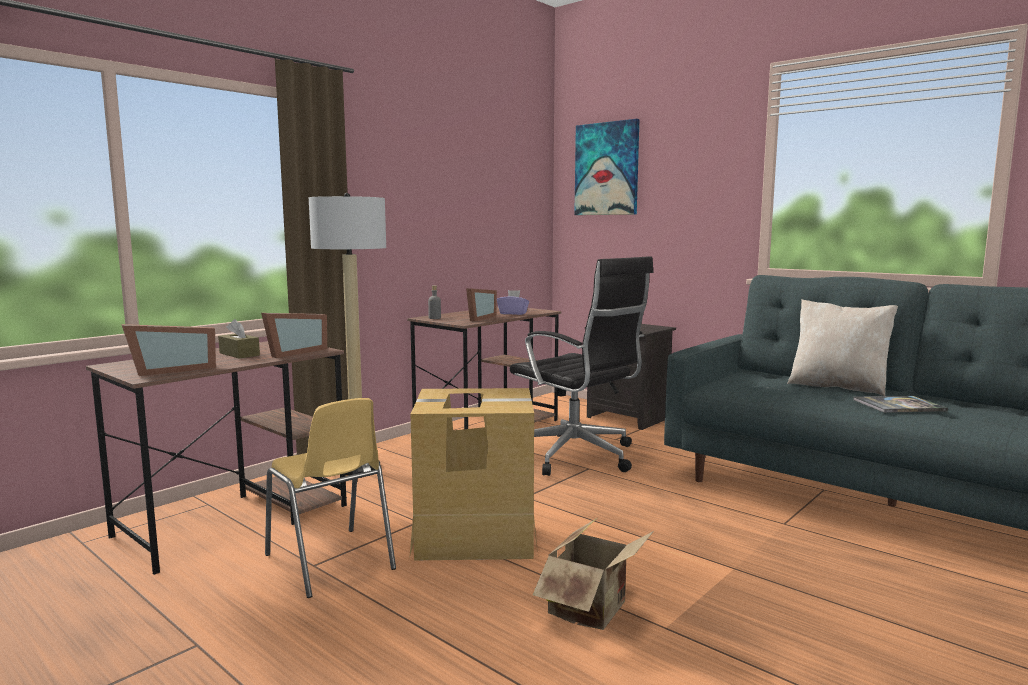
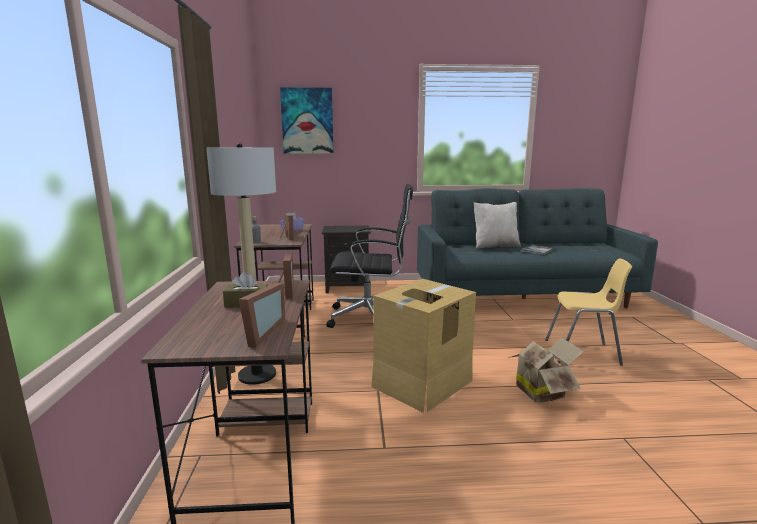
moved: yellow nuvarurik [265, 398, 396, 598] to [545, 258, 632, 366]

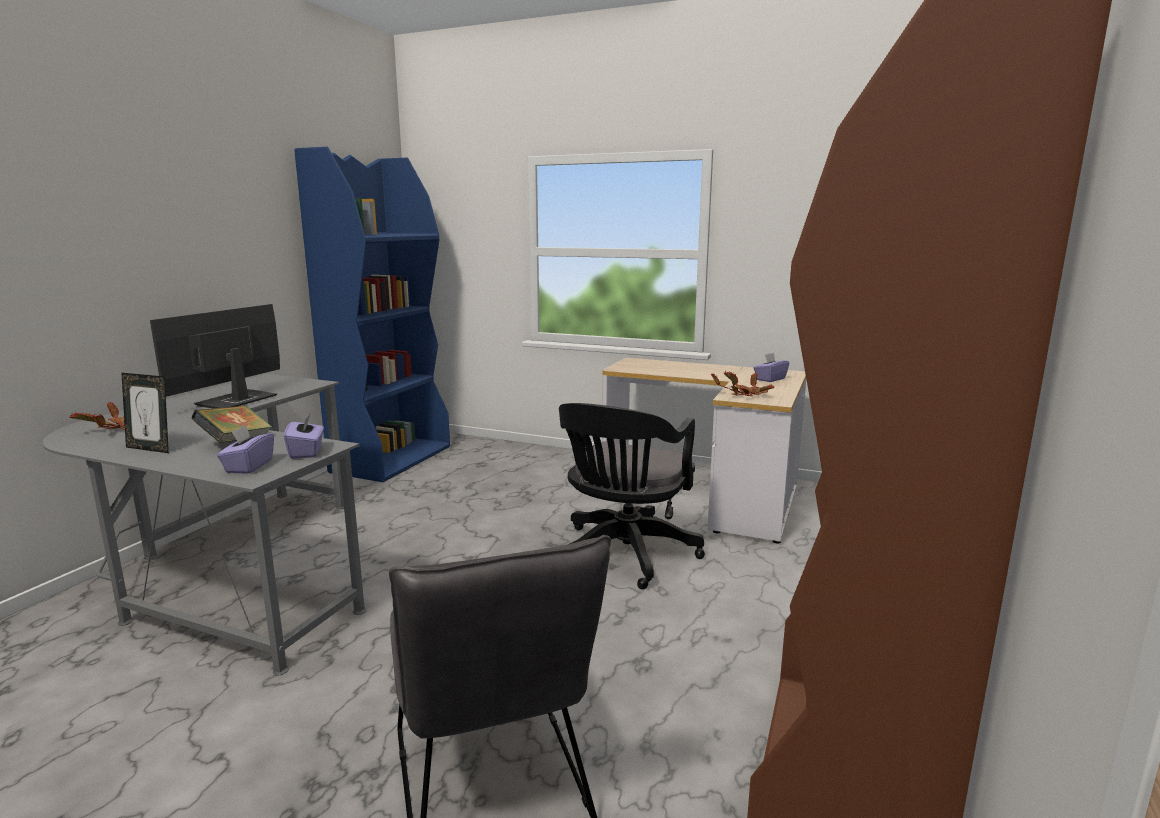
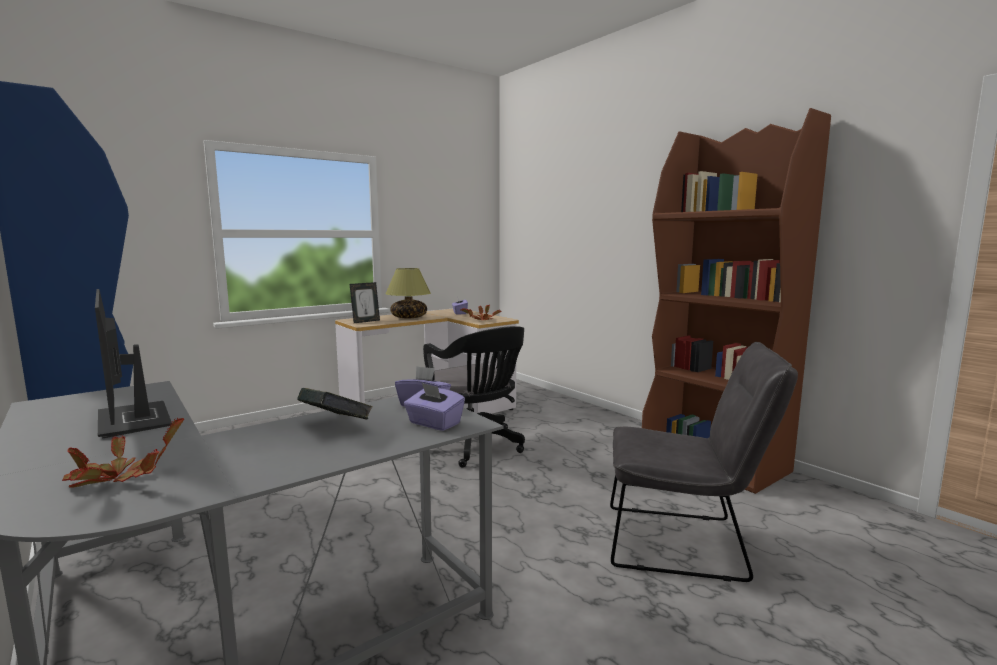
added: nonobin [385, 268, 431, 319]
moved: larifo [121, 373, 169, 453] to [350, 282, 380, 323]

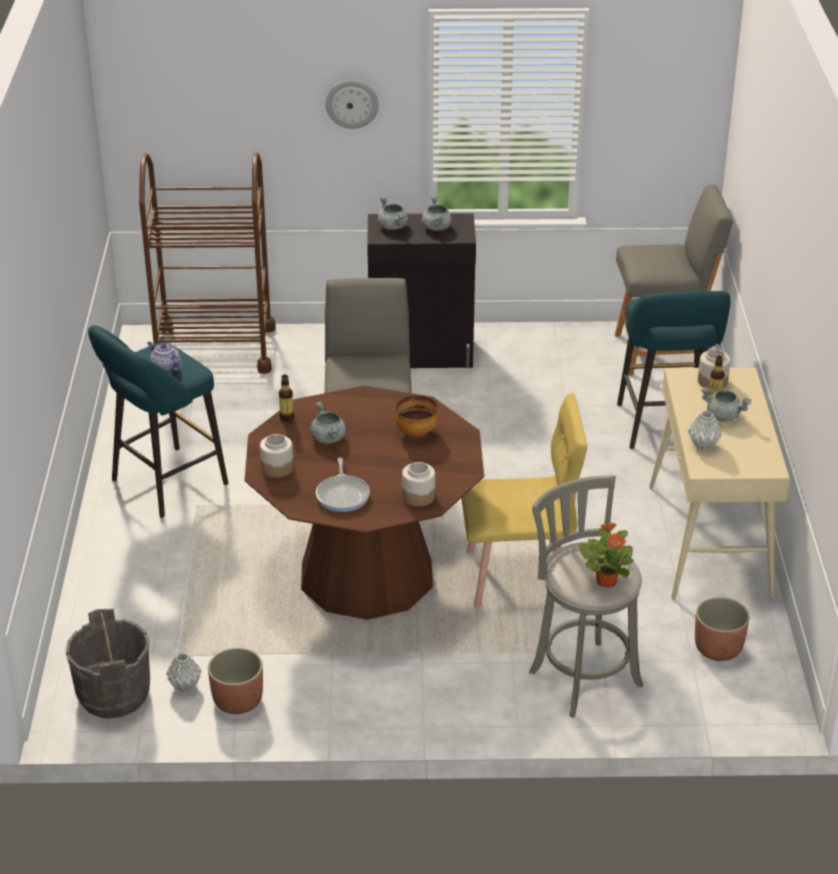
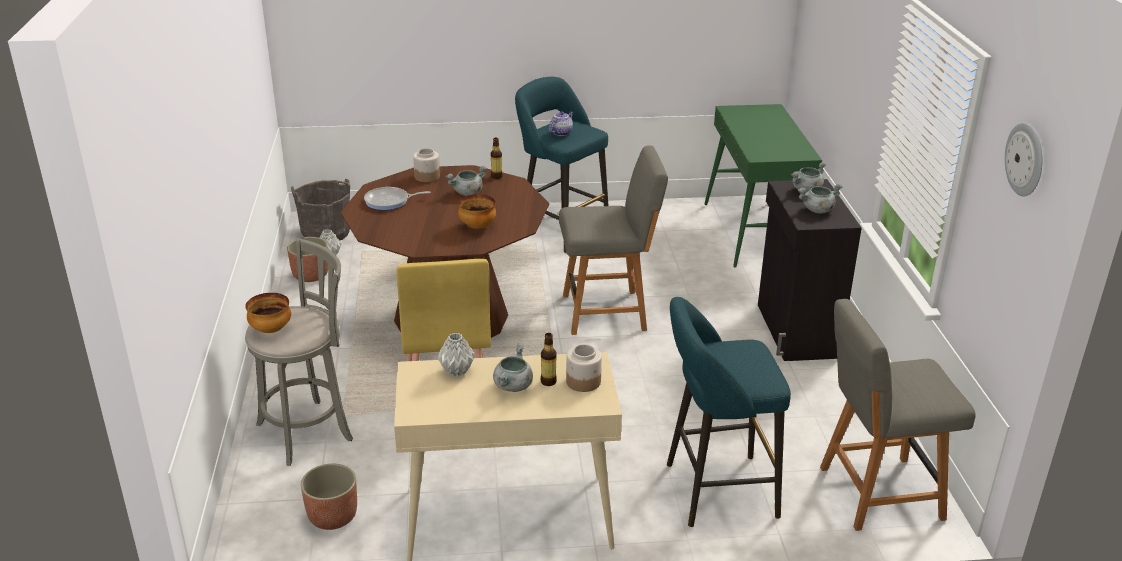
removed: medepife [402, 462, 435, 507]
moved: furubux [326, 80, 379, 129] to [1005, 123, 1043, 196]
replaced: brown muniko [139, 153, 276, 374] to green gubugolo [705, 104, 822, 267]; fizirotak [579, 522, 634, 588] to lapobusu [245, 293, 291, 333]
turned: grey nuvarurik [615, 184, 733, 376] = [820, 299, 976, 531] 90 degrees clockwise

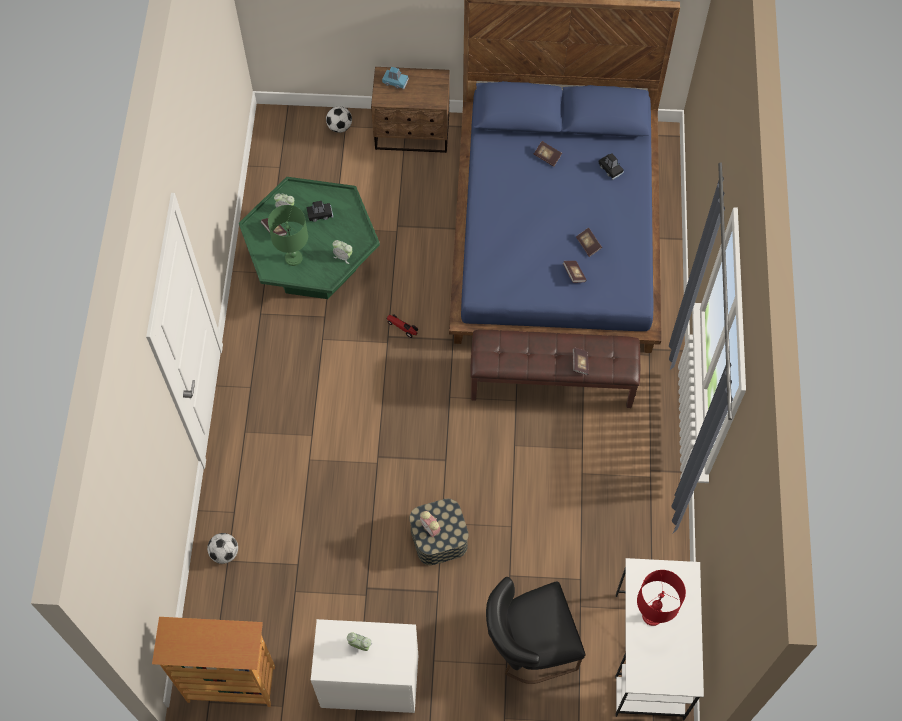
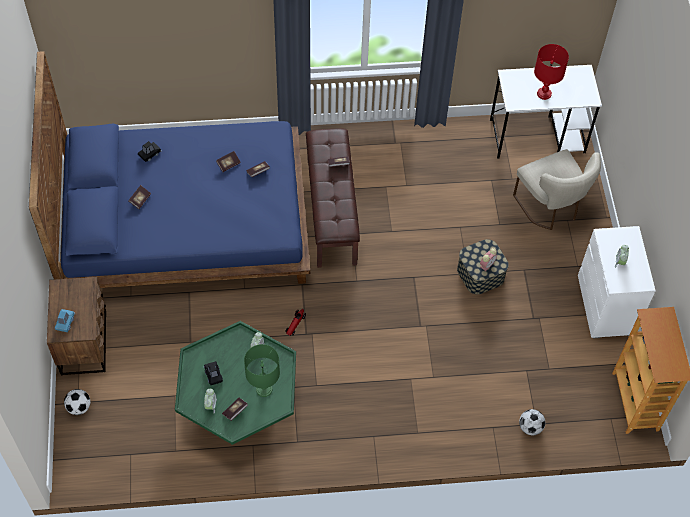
recoloured: black nuvarurik [486, 577, 585, 684] to beige nuvarurik [513, 149, 601, 230]

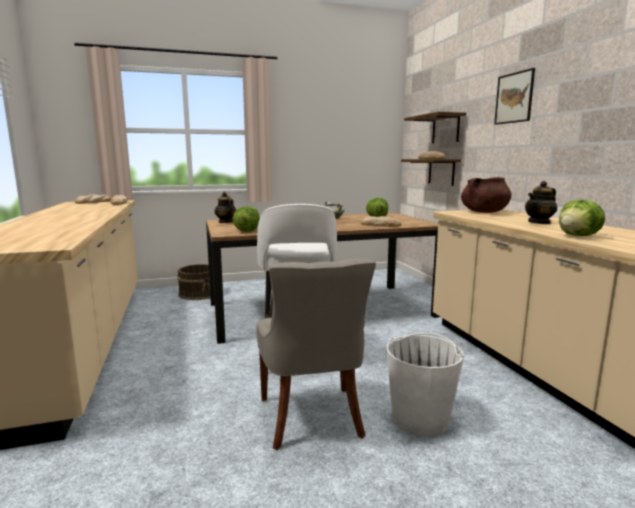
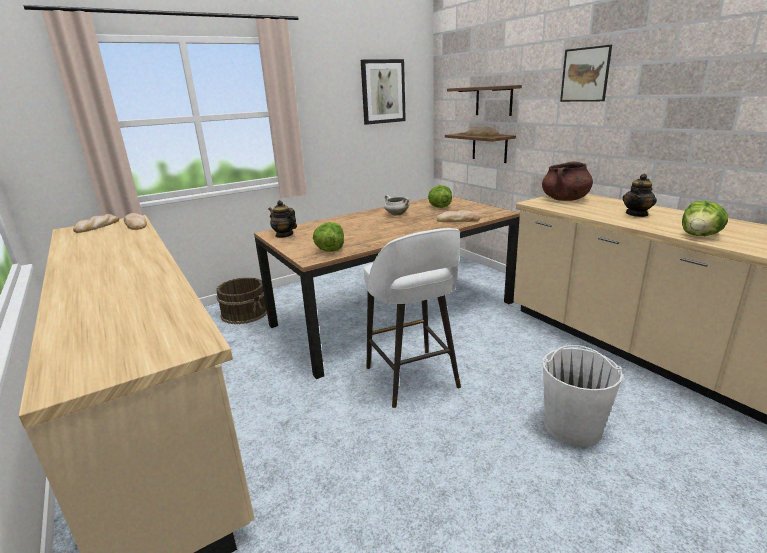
removed: grey nuvarurik [256, 259, 376, 450]
added: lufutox [361, 59, 406, 125]

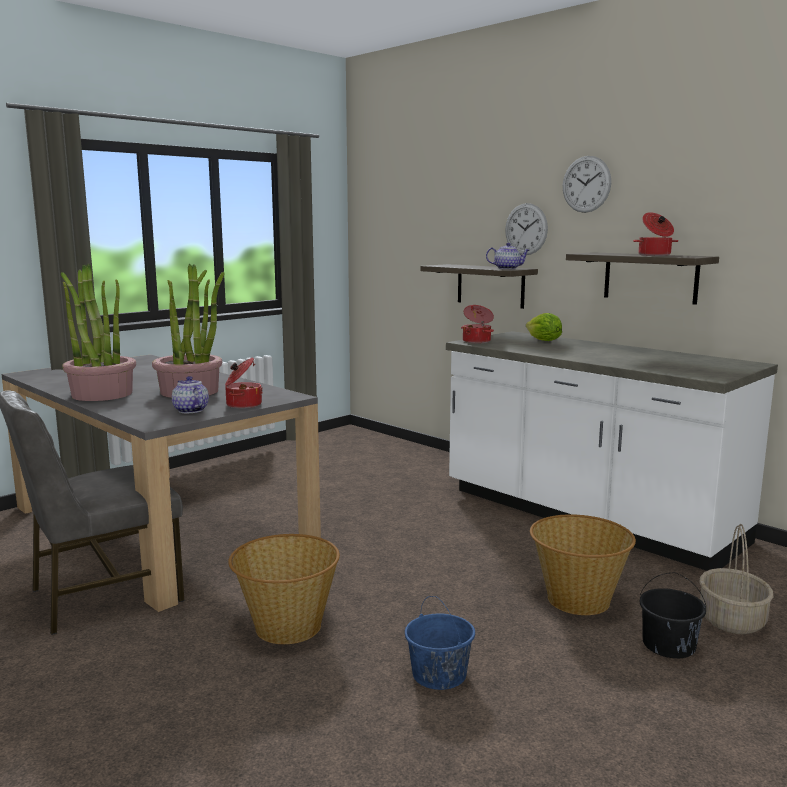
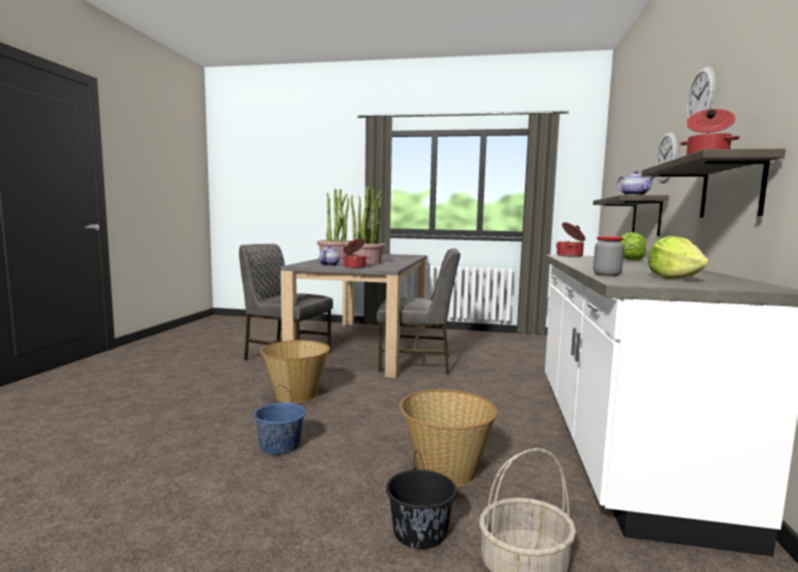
added: grey nuvarurik [377, 248, 460, 375]; medepife [593, 236, 624, 276]; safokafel [648, 236, 709, 279]

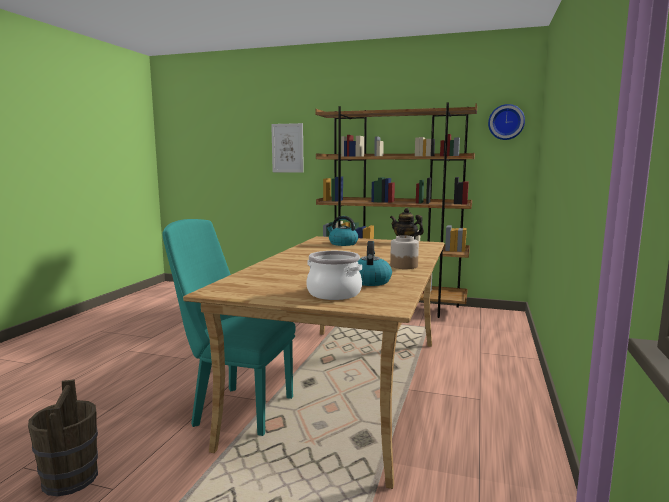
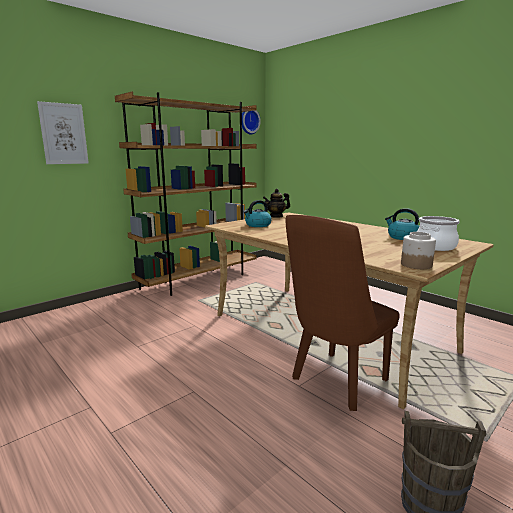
moved: medepife [390, 235, 419, 269] to [401, 232, 436, 269]
recoloured: turquoise nuvarurik [162, 219, 296, 436] to brown nuvarurik [285, 215, 400, 411]

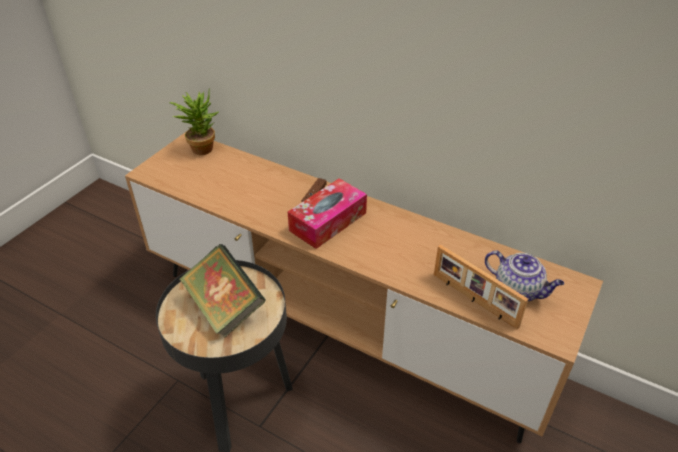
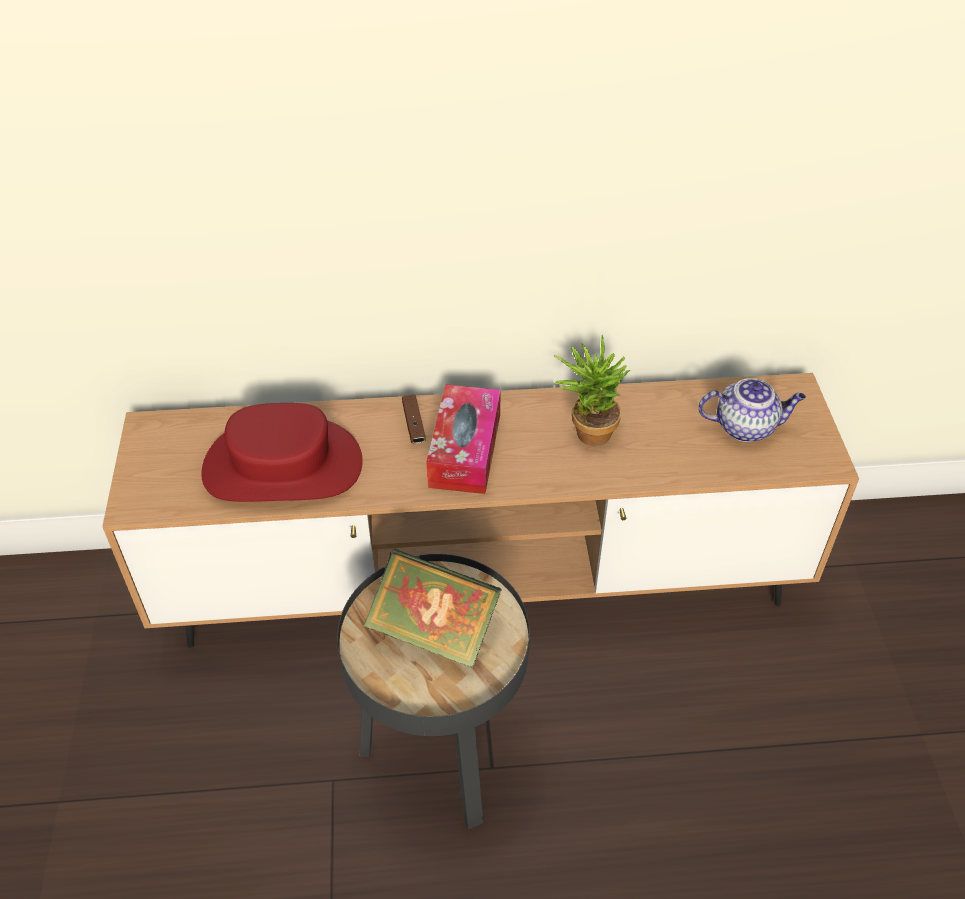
removed: larifo [434, 245, 528, 329]
added: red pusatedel [201, 403, 363, 502]
moved: fizirotak [169, 89, 218, 155] to [554, 335, 630, 446]

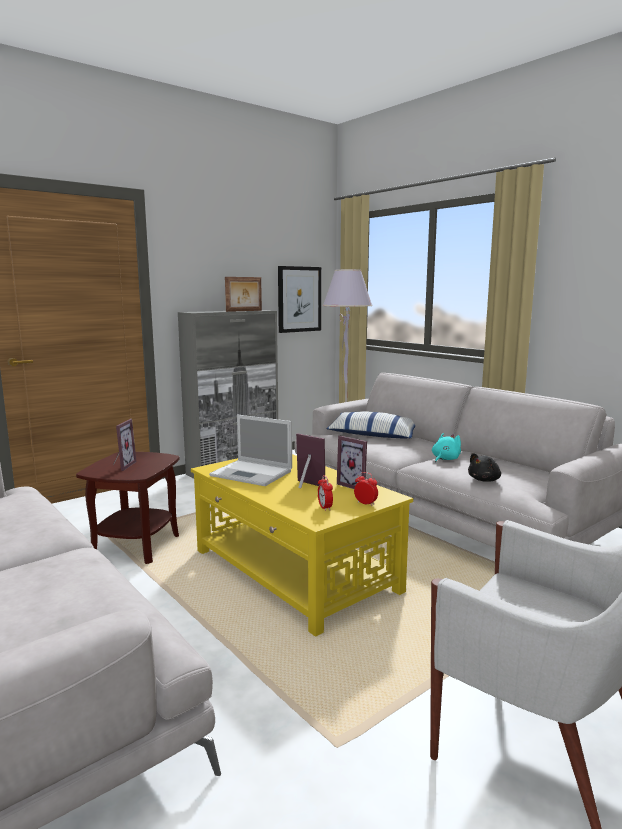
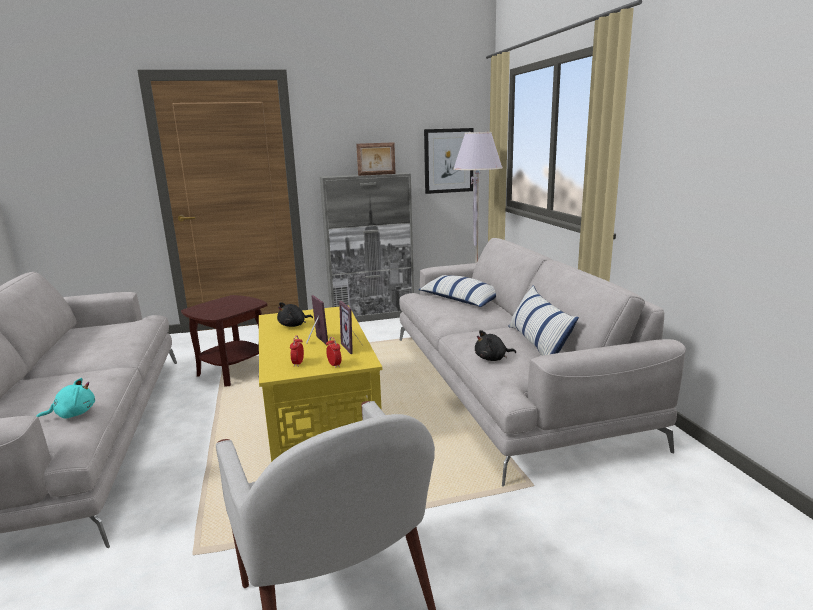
removed: larifo [113, 419, 137, 471]
added: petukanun [508, 285, 579, 356]
moved: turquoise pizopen [432, 433, 461, 462] to [36, 378, 95, 419]
replaced: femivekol [209, 415, 292, 486] to black pizopen [277, 302, 313, 327]

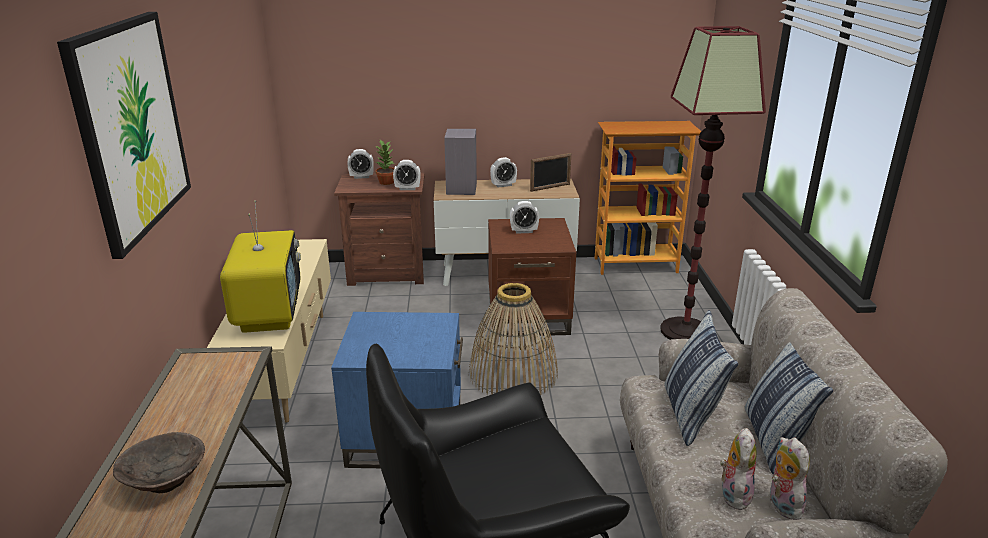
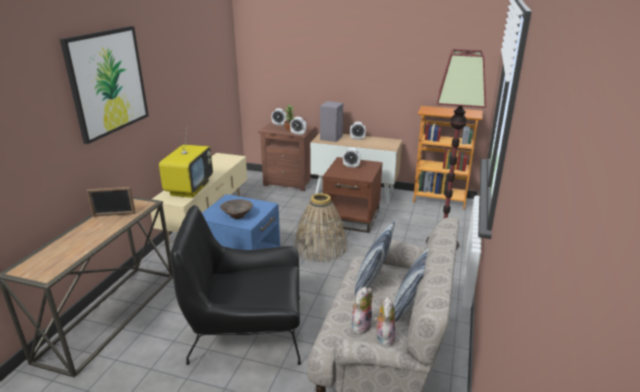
moved: brown lapobusu [113, 432, 205, 493] to [220, 199, 253, 219]; larifo [530, 153, 571, 192] to [86, 187, 136, 217]

